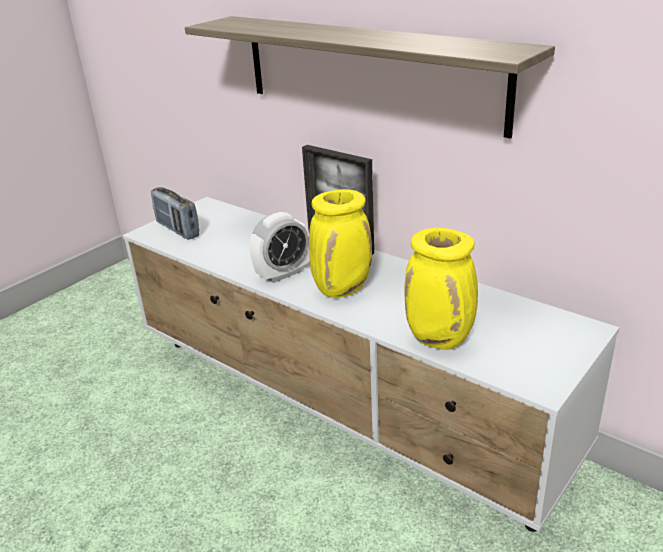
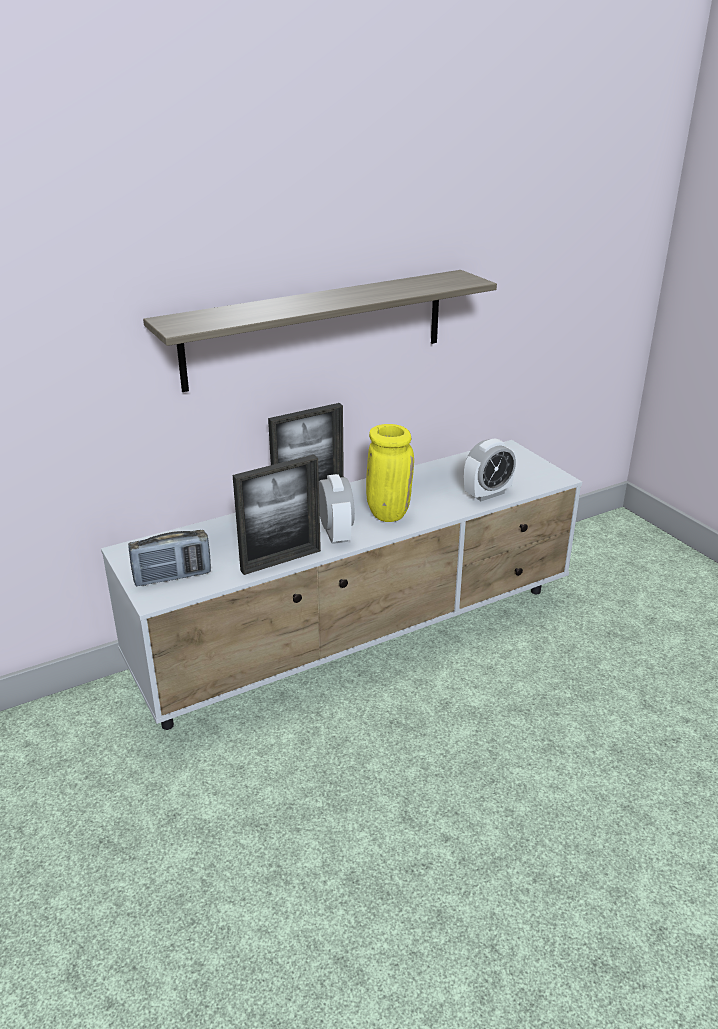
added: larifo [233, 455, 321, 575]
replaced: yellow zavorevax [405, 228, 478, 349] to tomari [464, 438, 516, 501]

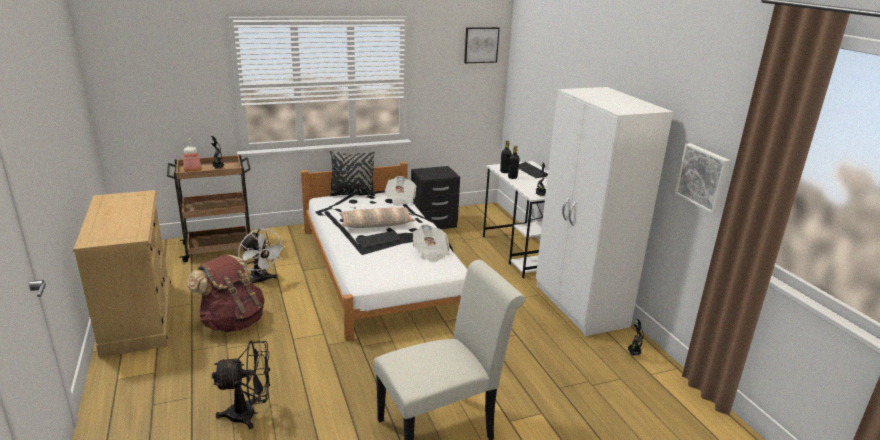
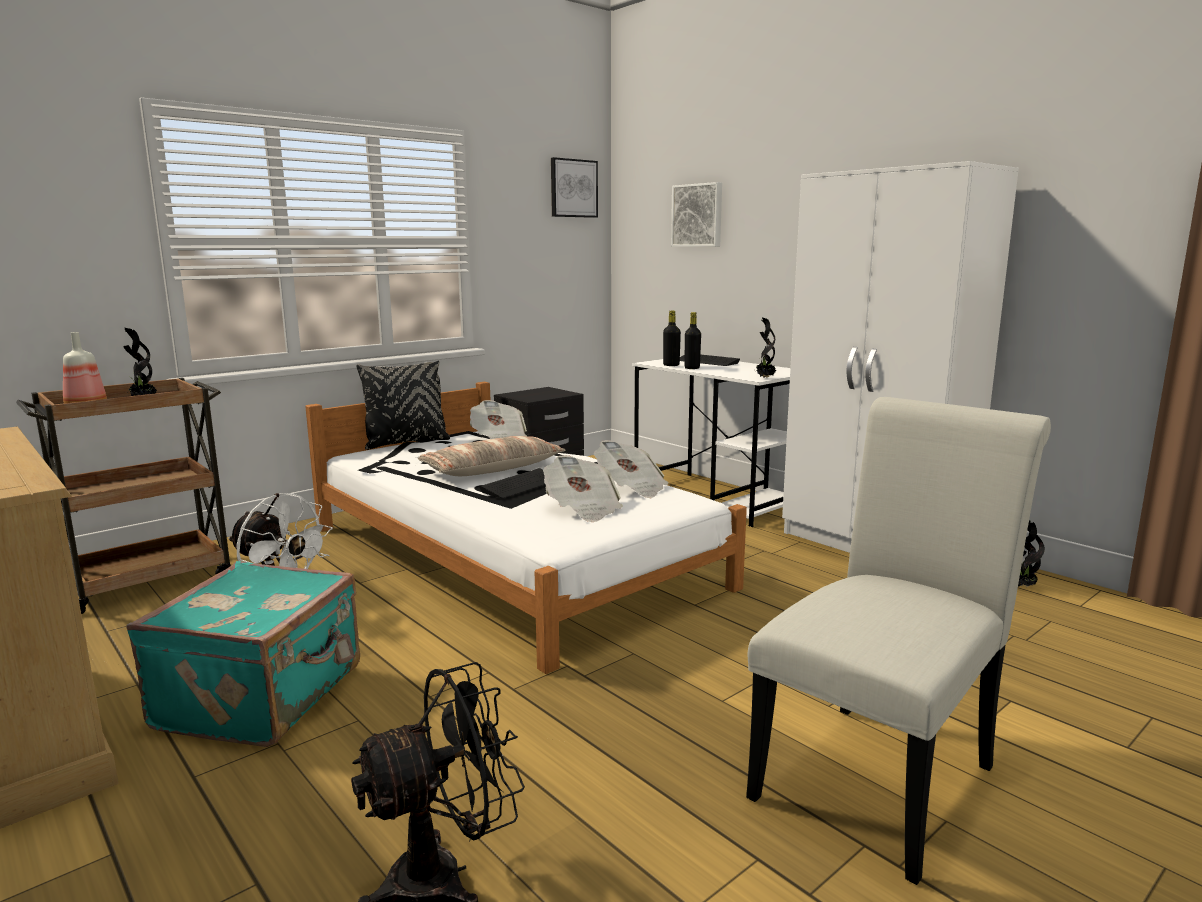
added: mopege [543, 455, 623, 522]
moved: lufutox [675, 143, 731, 214] to [671, 182, 722, 247]
replaced: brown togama [187, 255, 264, 332] to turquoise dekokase [126, 561, 360, 747]

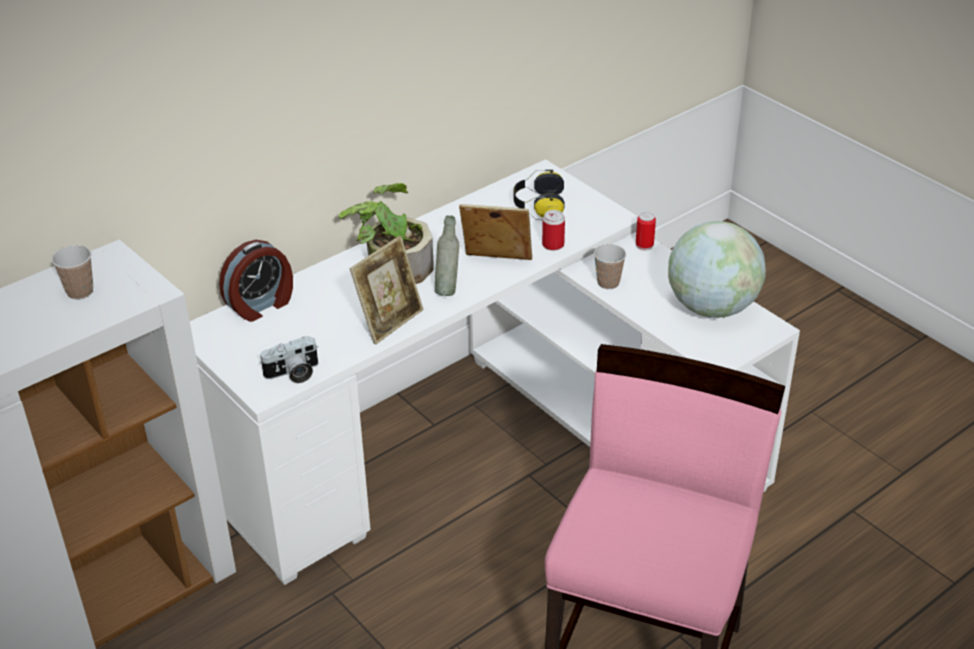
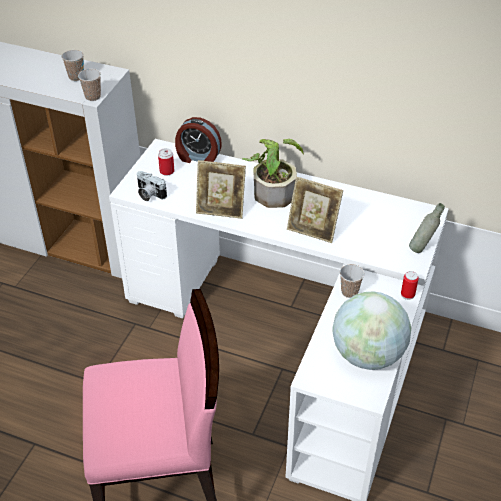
removed: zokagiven [514, 170, 564, 220]
added: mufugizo [78, 69, 101, 101]
moved: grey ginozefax [435, 215, 459, 296] to [409, 203, 445, 253]; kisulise [542, 210, 565, 250] to [158, 148, 174, 176]
turned: larifo [459, 204, 532, 260] = [287, 177, 343, 243] 135 degrees clockwise

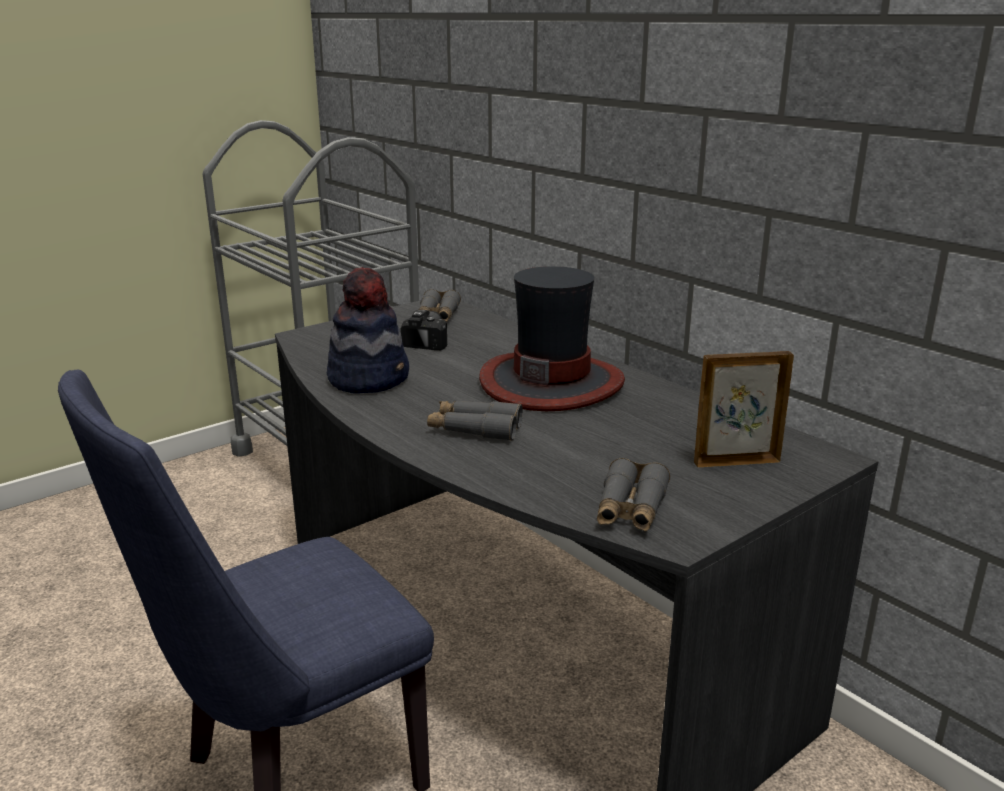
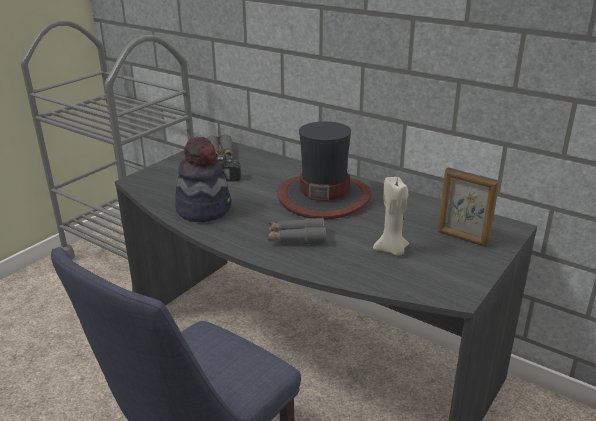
removed: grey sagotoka [597, 458, 670, 532]
added: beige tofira [373, 177, 409, 256]
turned: larifo [694, 351, 794, 468] = [438, 167, 499, 247] 120 degrees counterclockwise

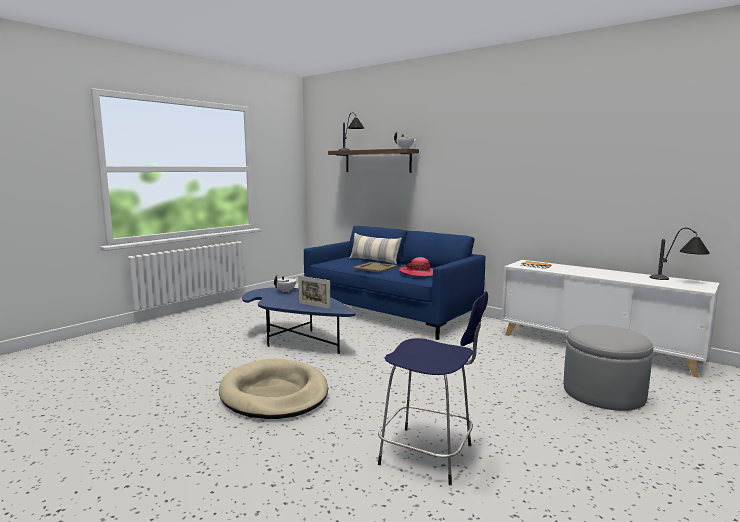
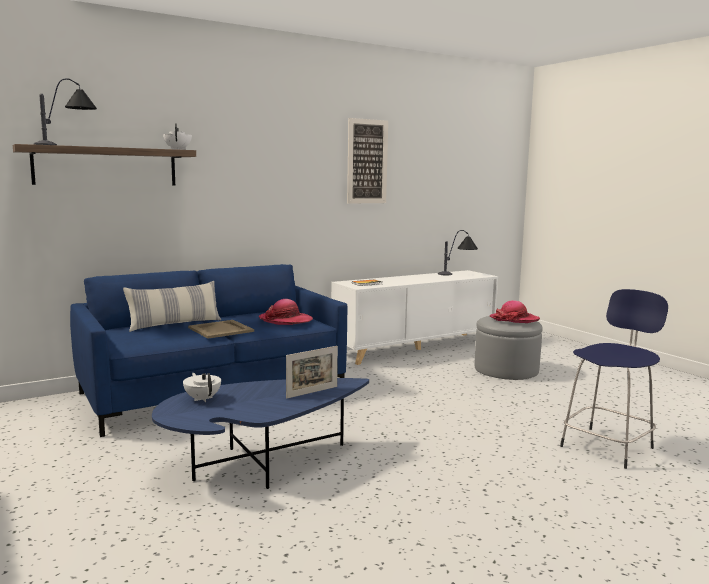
removed: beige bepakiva [219, 359, 328, 419]
added: lufutox [347, 118, 388, 204]; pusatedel [489, 300, 540, 323]

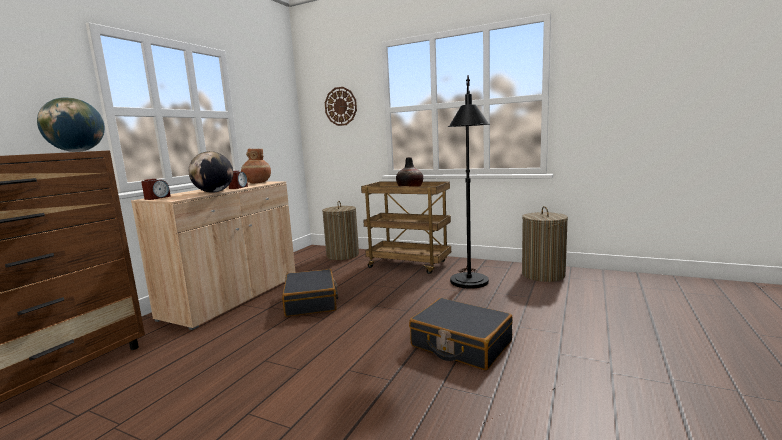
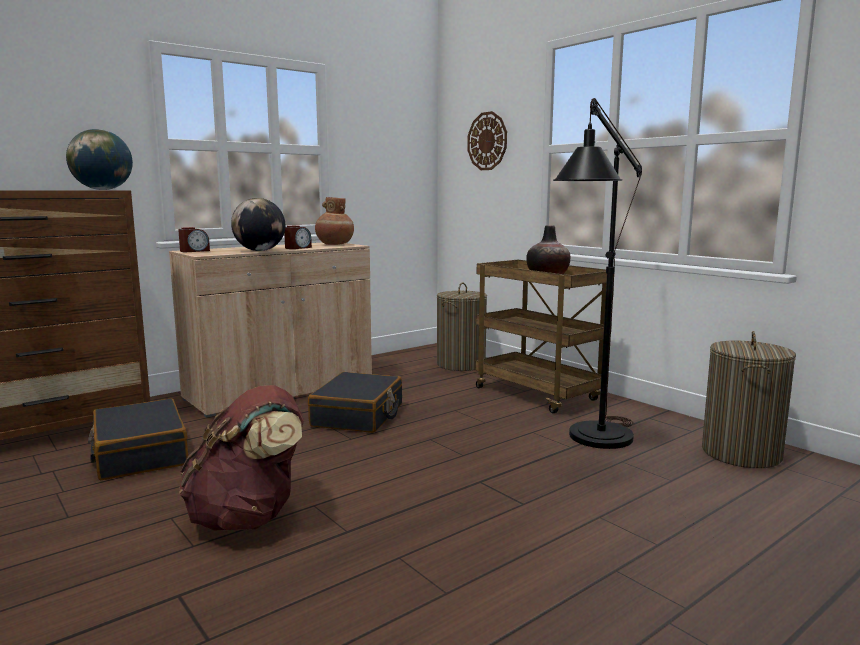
added: brown togama [179, 385, 304, 530]
moved: black dekokase [409, 298, 513, 370] to [88, 398, 188, 480]

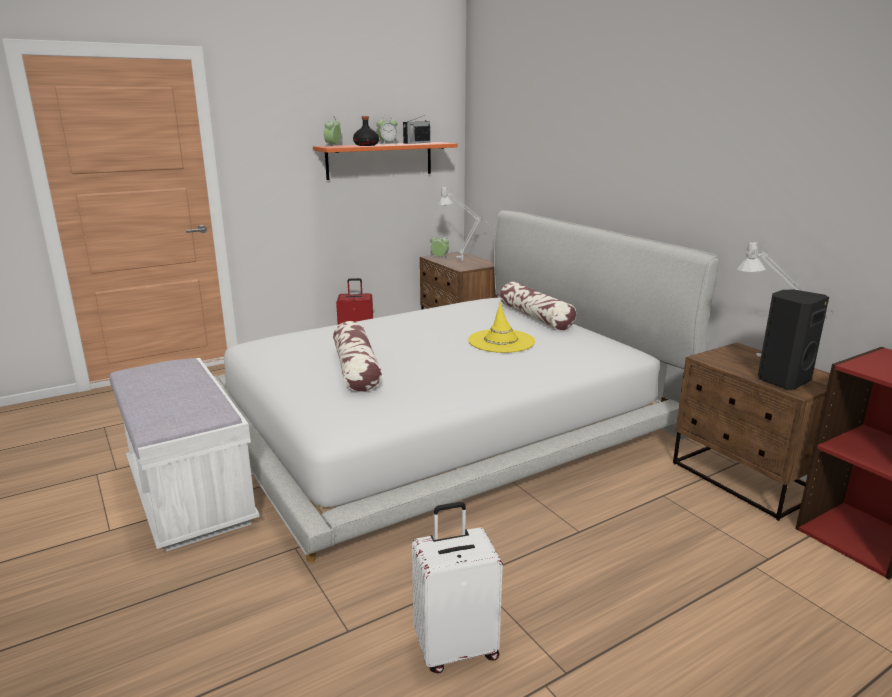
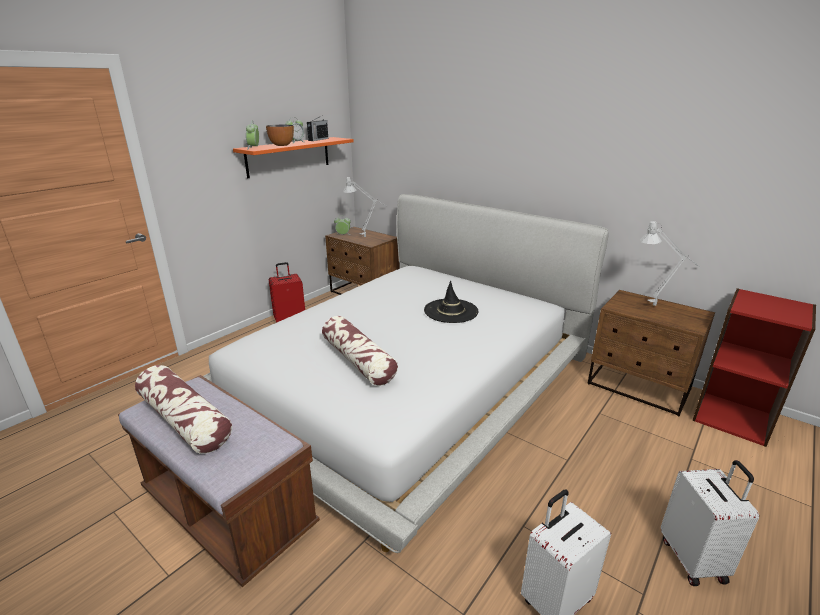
removed: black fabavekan [758, 290, 829, 390]
added: white dekokase [661, 460, 759, 586]
moved: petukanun [500, 282, 576, 331] to [135, 365, 232, 454]
replaced: black ginozefax [353, 116, 379, 146] to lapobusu [266, 125, 294, 146]
recoloured: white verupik [109, 358, 260, 551] to brown verupik [118, 375, 320, 587]; yellow pusatedel [468, 302, 535, 353] to black pusatedel [424, 280, 478, 323]

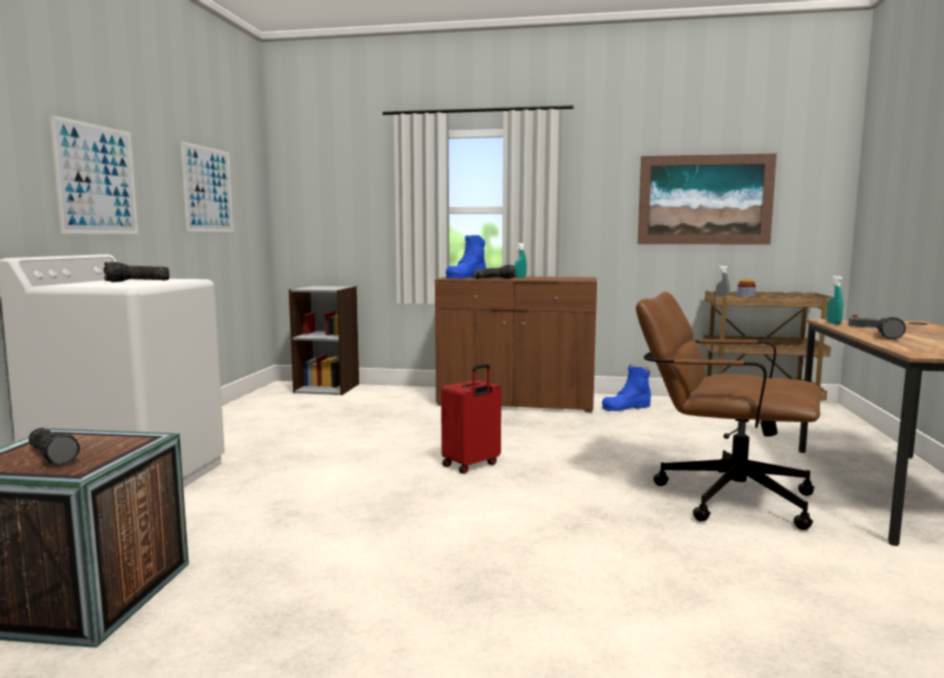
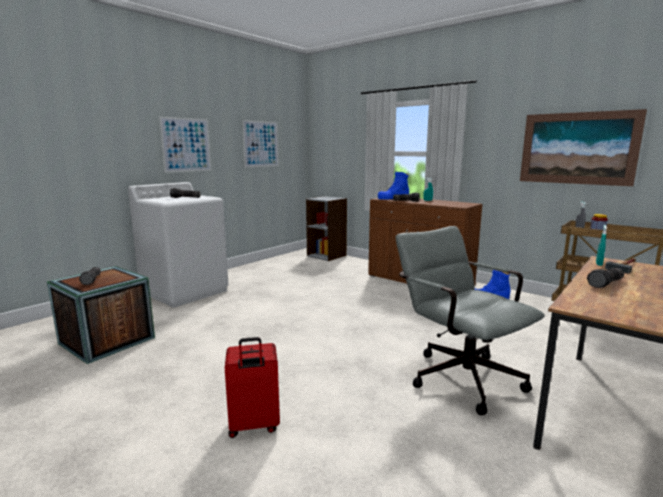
moved: red dekokase [441, 364, 501, 474] to [225, 337, 280, 438]
recoloured: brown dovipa [636, 292, 821, 530] to grey dovipa [396, 226, 545, 415]

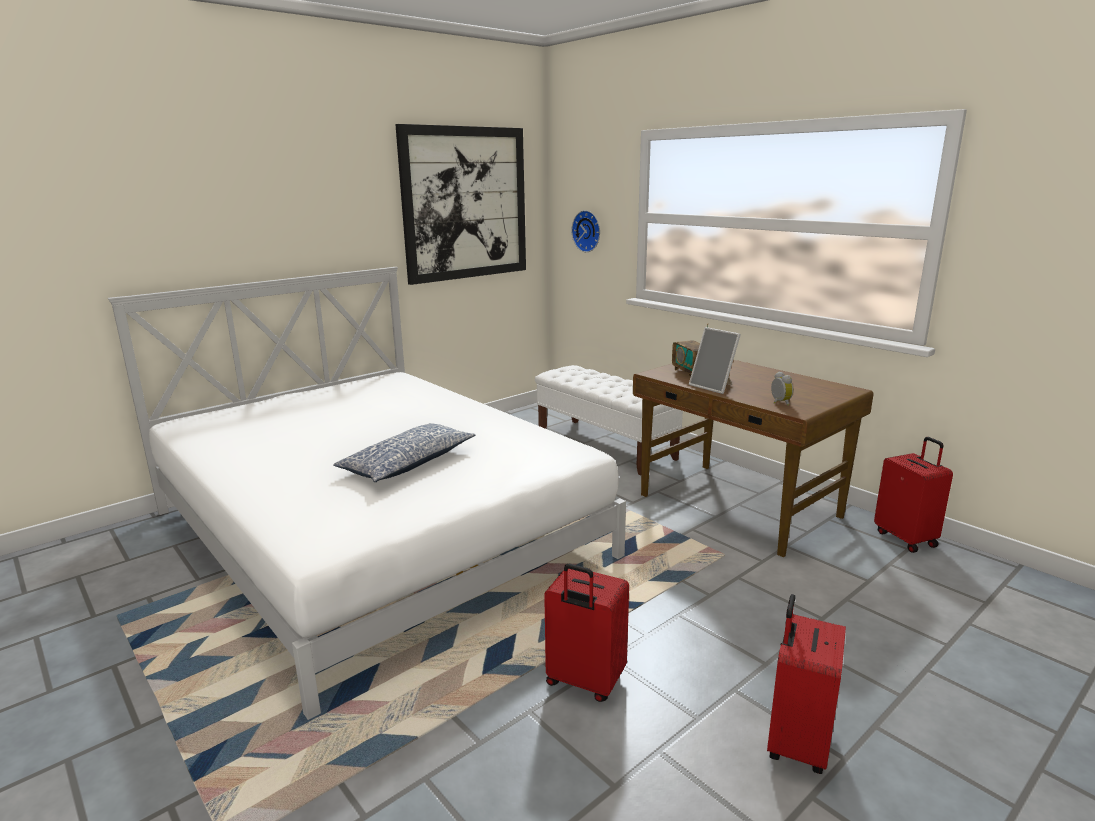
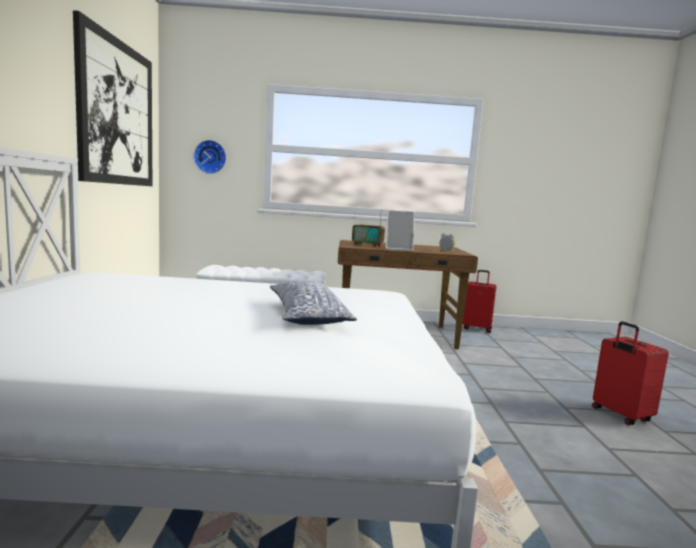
removed: red dekokase [544, 564, 629, 702]

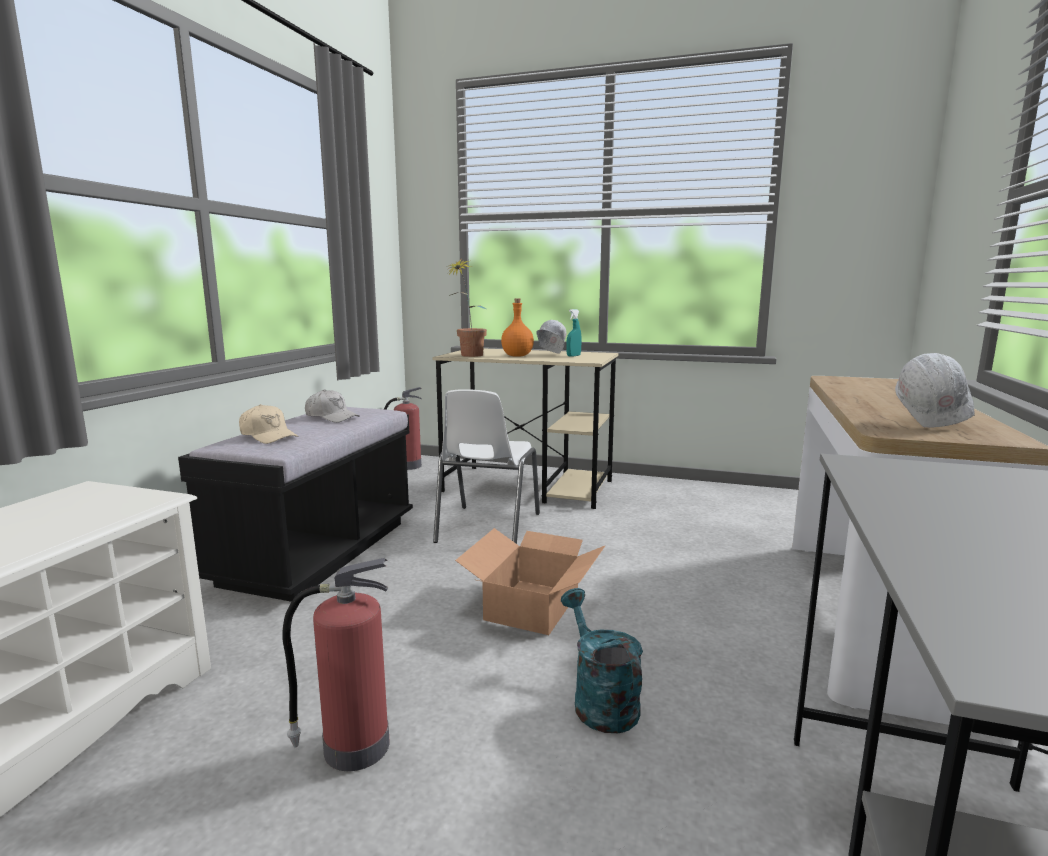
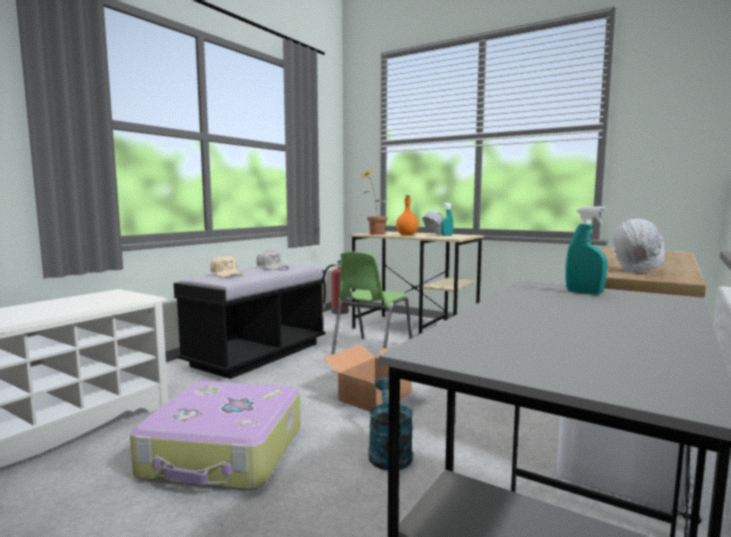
added: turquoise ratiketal [565, 206, 607, 294]
replaced: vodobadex [282, 558, 389, 771] to dekokase [130, 381, 300, 491]
recoloured: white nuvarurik [433, 389, 540, 544] to green nuvarurik [331, 252, 412, 355]

